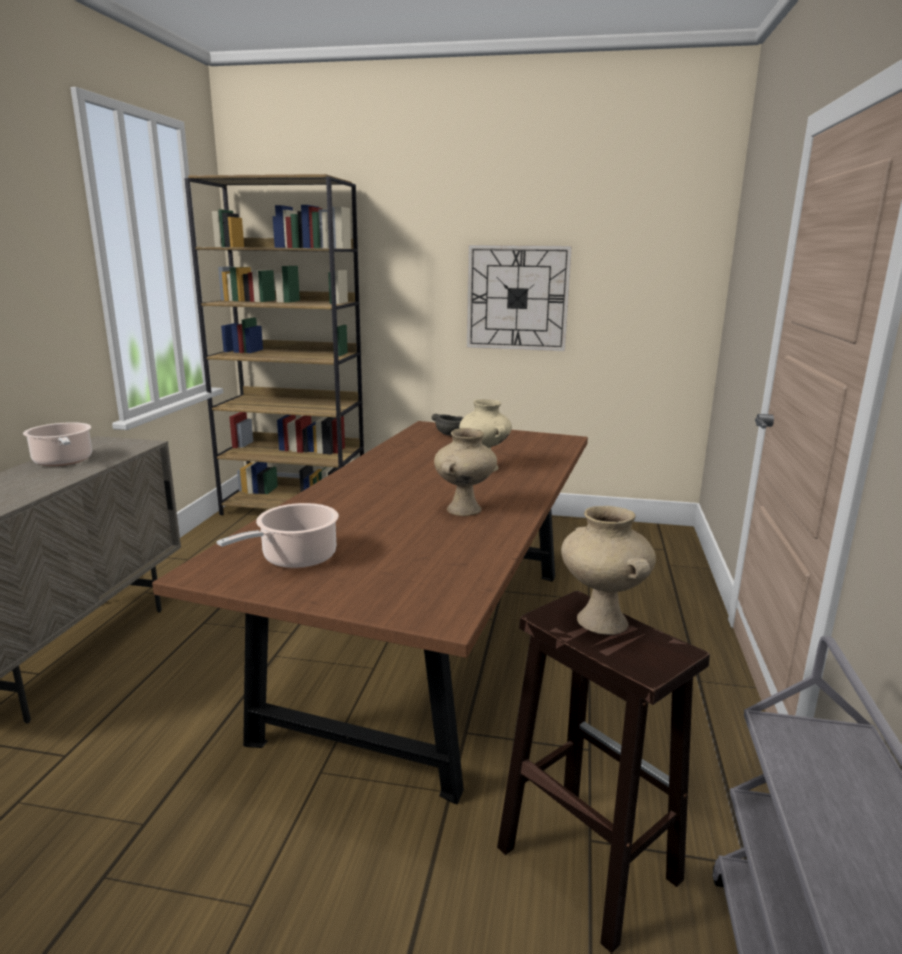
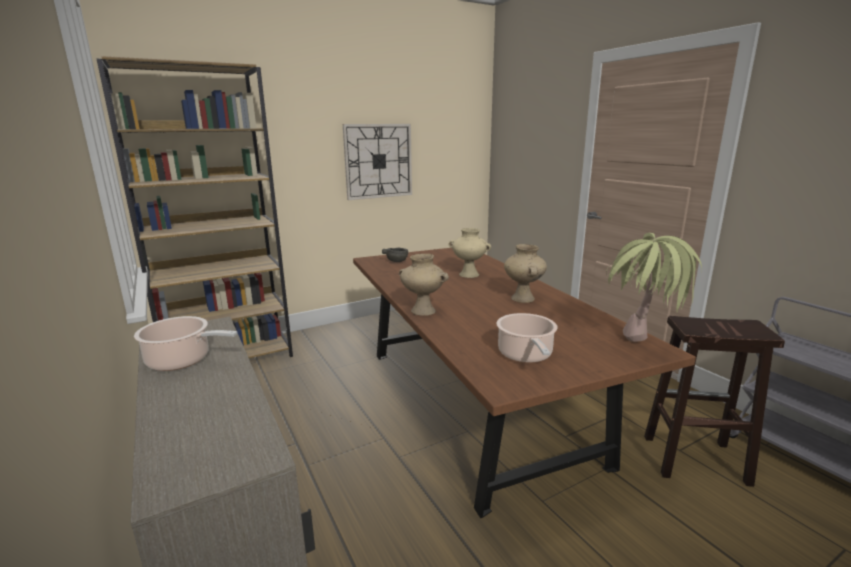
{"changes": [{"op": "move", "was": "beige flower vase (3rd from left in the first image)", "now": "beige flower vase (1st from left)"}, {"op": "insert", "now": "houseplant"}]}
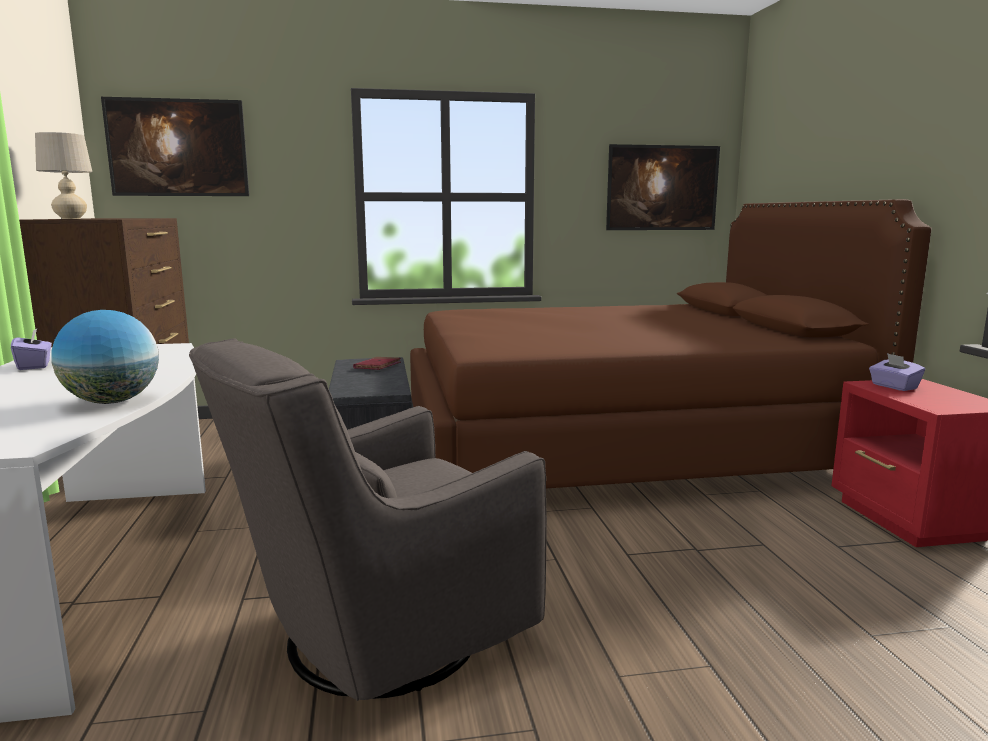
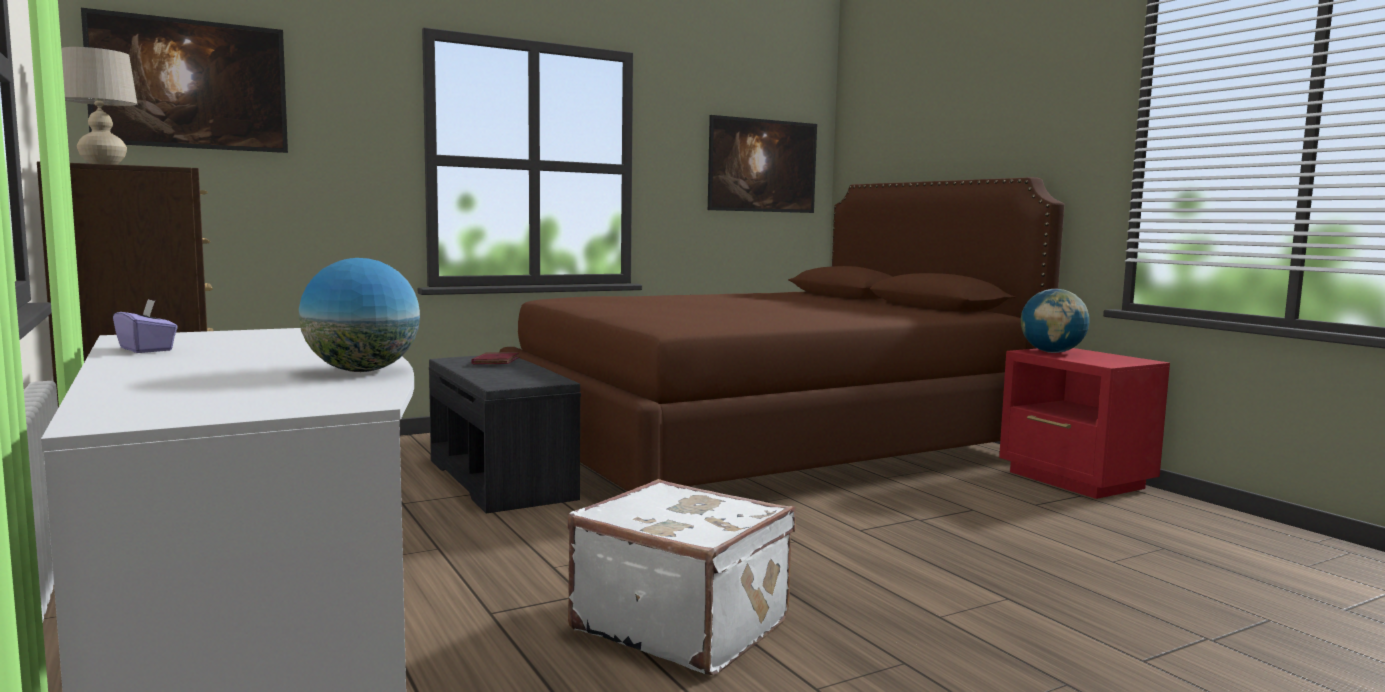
{"changes": [{"op": "replace", "was": "gray lounge chair", "now": "whitish suitcase"}, {"op": "replace", "was": "purple tissue box (2nd from left)", "now": "world globe (2nd from left)"}]}
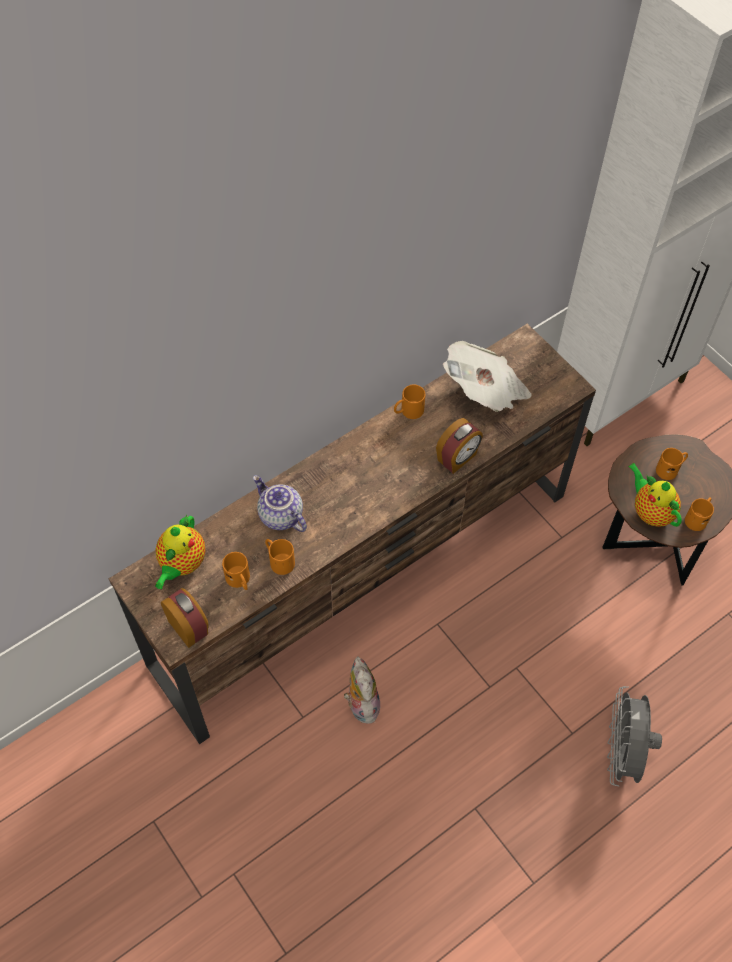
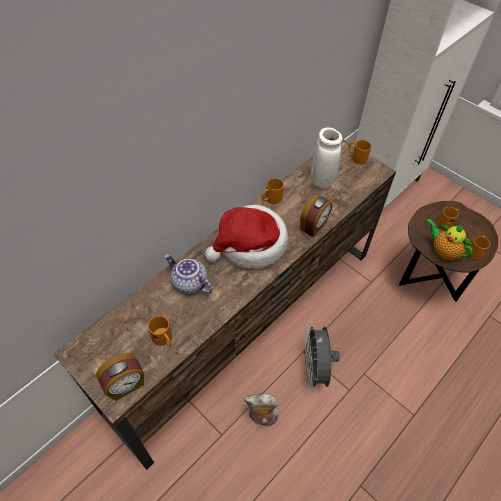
{"changes": [{"op": "rotate", "was": "alarm clock (1st from left)", "clockwise": 105}, {"op": "insert", "now": "clothing hat"}, {"op": "rotate", "was": "cuddly toy", "clockwise": -60}, {"op": "move", "was": "gray cooling fan"}, {"op": "replace", "was": "newspaper", "now": "whitish flower vase"}, {"op": "move", "was": "orangey coffee mug (2nd from left in the first image)", "now": "orangey coffee mug (3rd from left)"}, {"op": "delete", "was": "teapot (1st from left)"}]}
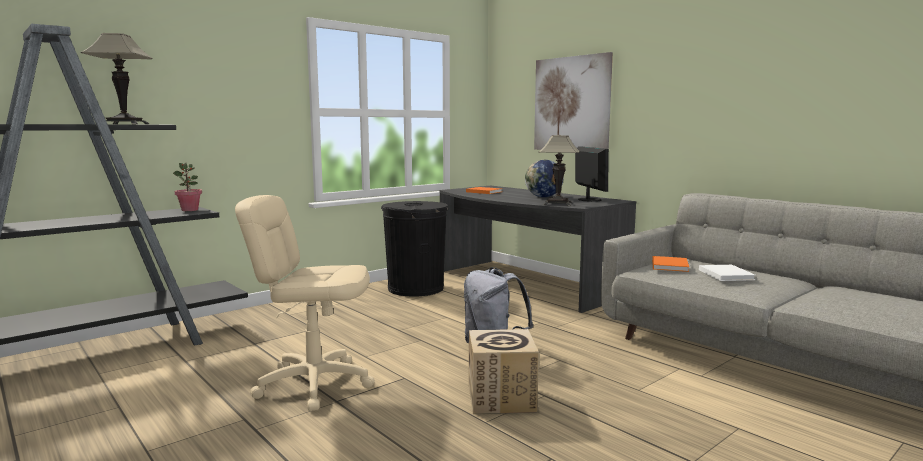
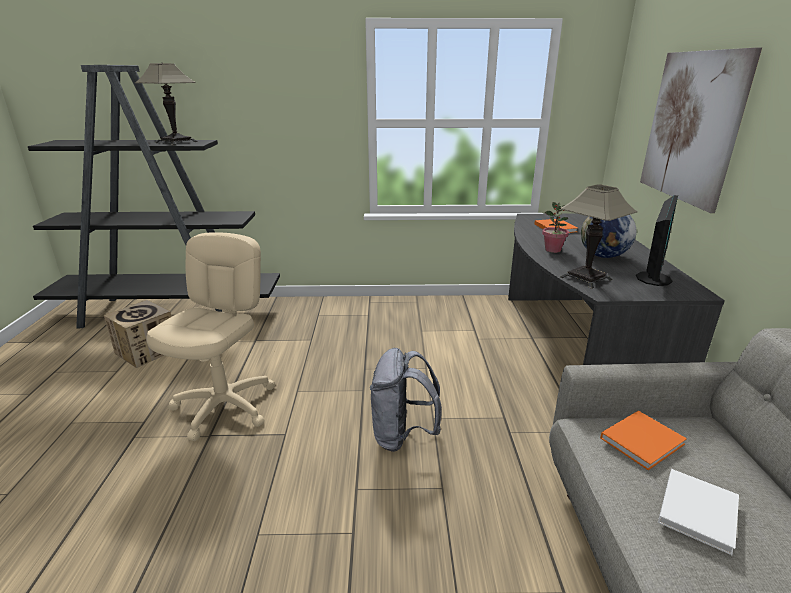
{"changes": [{"op": "move", "was": "cardboard box"}, {"op": "rotate", "was": "beige computer chair", "clockwise": 60}, {"op": "move", "was": "houseplant"}, {"op": "delete", "was": "black trash can"}]}
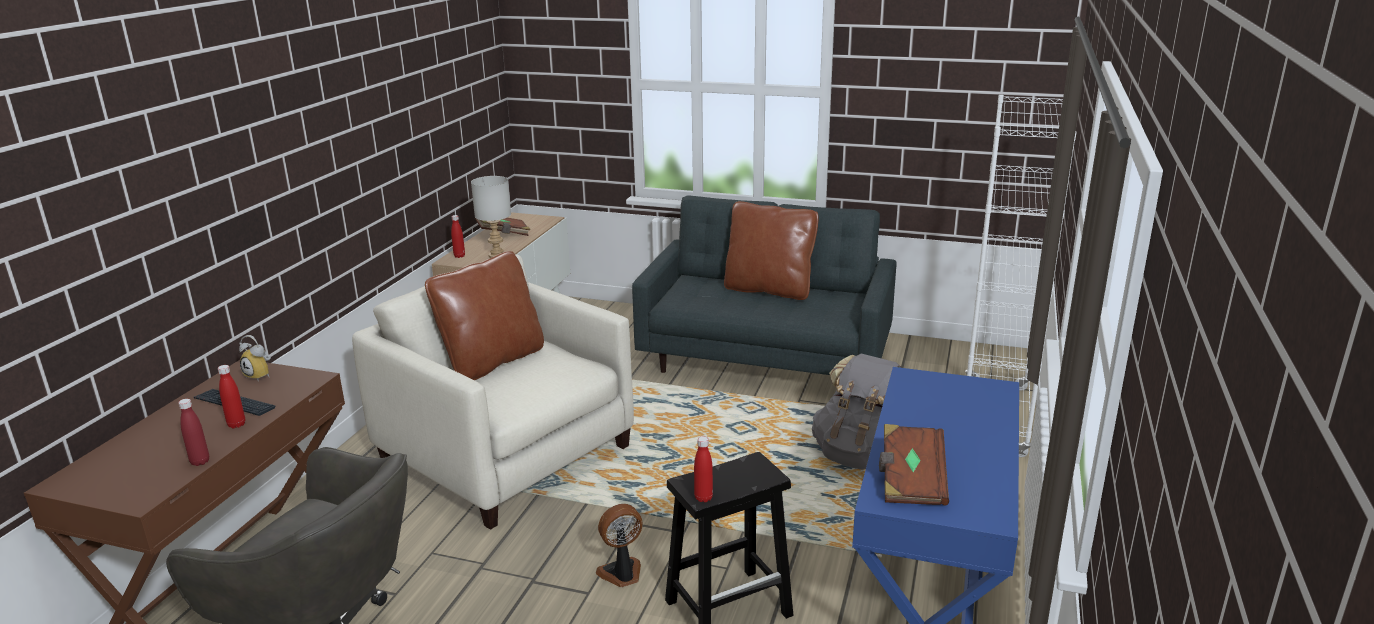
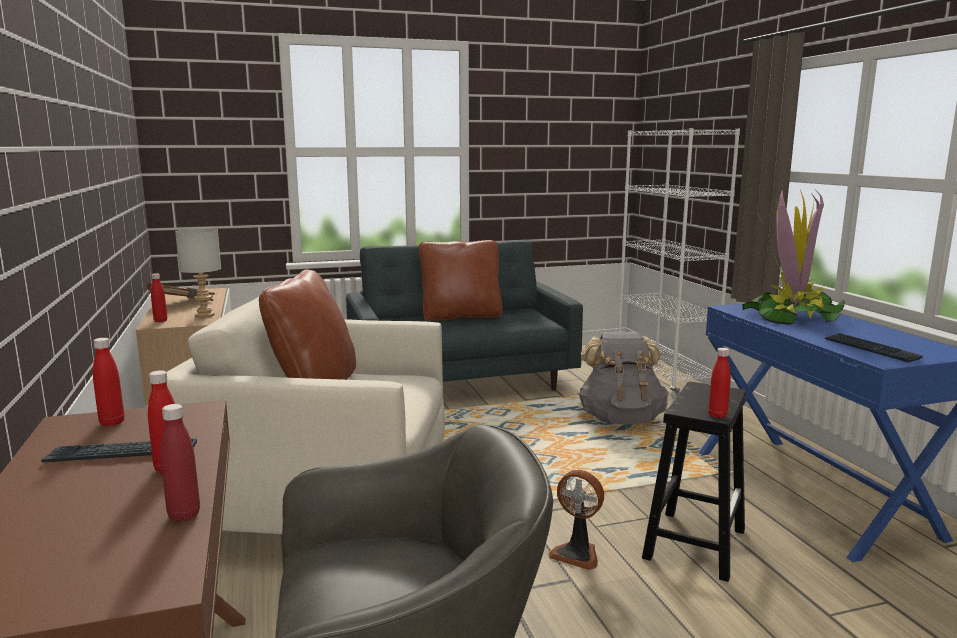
{"changes": [{"op": "replace", "was": "alarm clock", "now": "red-coloured drink bottle (1st from left)"}, {"op": "rotate", "was": "cooling fan", "clockwise": -90}, {"op": "insert", "now": "houseplant"}, {"op": "replace", "was": "brownish volume (2nd from left)", "now": "computer keyboard (2nd from left)"}]}
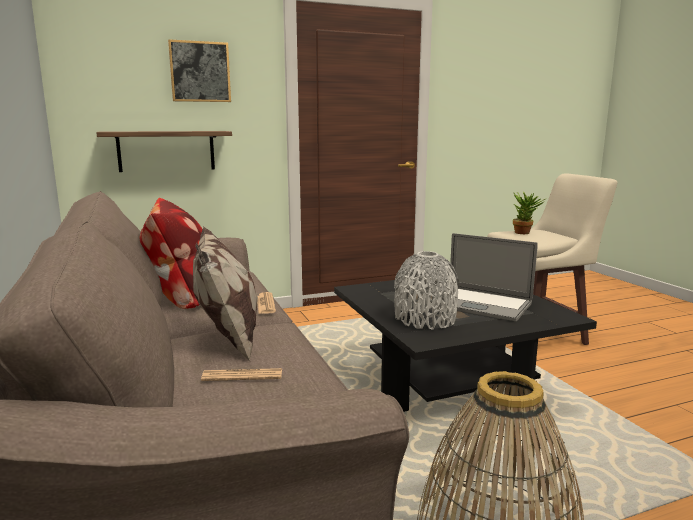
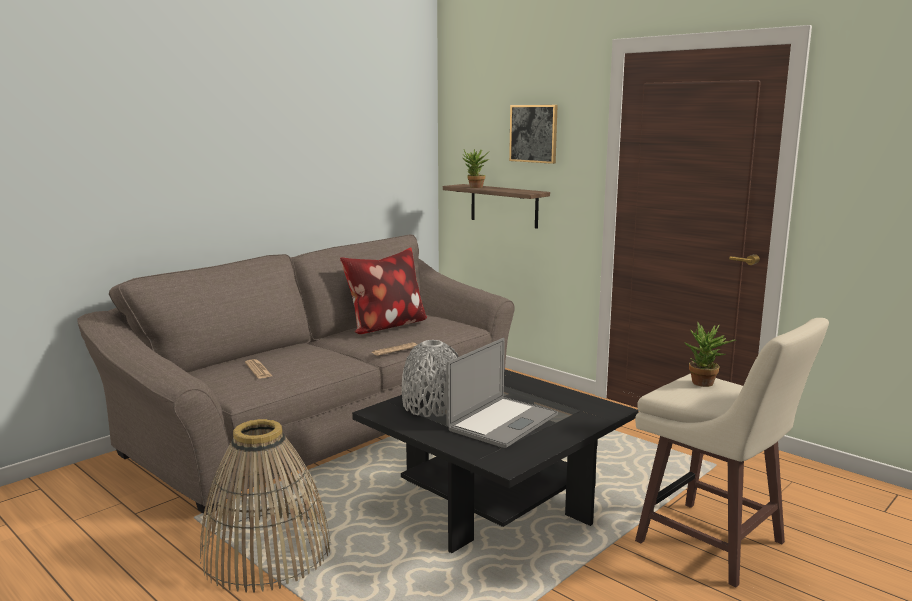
{"changes": [{"op": "rotate", "was": "laptop", "clockwise": -150}, {"op": "insert", "now": "houseplant (1st from left)"}, {"op": "delete", "was": "pillow (2nd from left)"}]}
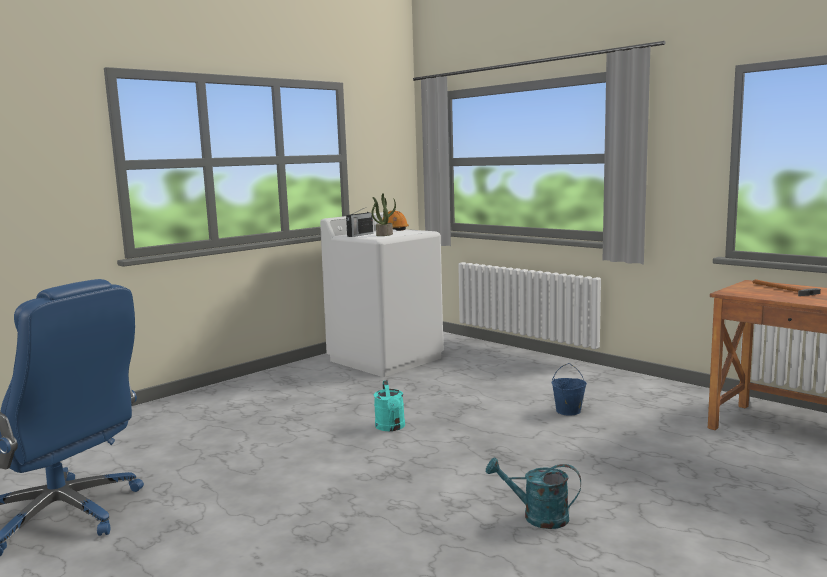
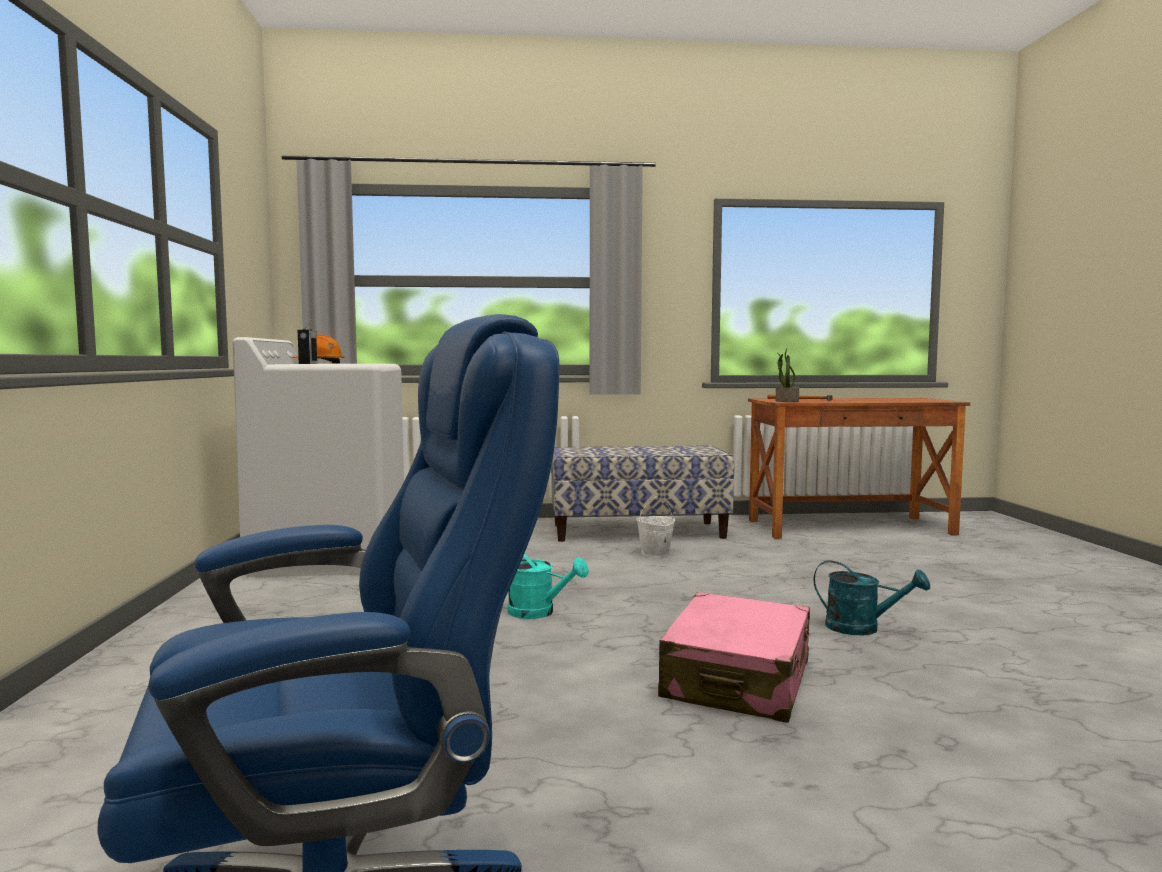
{"changes": [{"op": "insert", "now": "indoor bench"}, {"op": "recolor", "was": "blue-coloured bucket", "now": "whitish bucket"}, {"op": "insert", "now": "pink-coloured suitcase"}, {"op": "move", "was": "houseplant"}, {"op": "rotate", "was": "turquoise watering can (2nd from left)", "clockwise": -120}]}
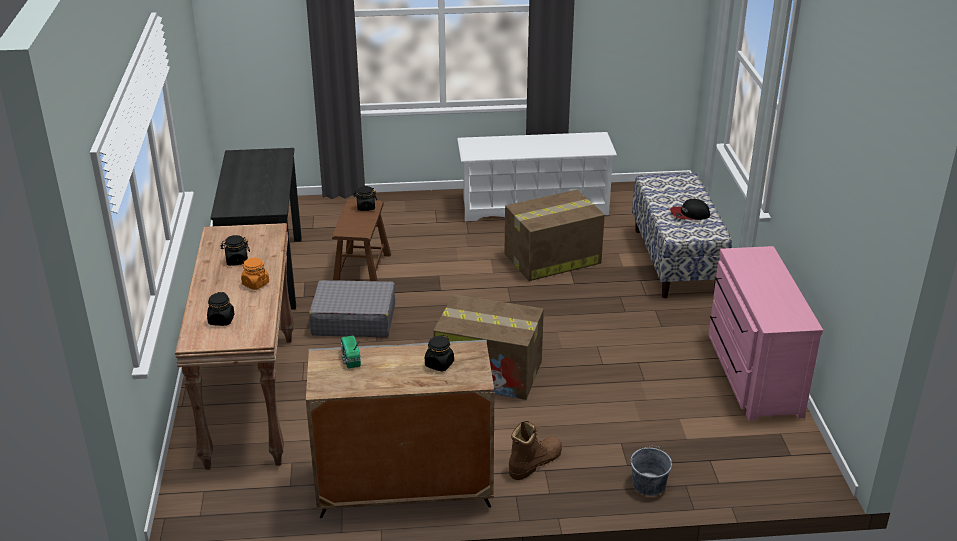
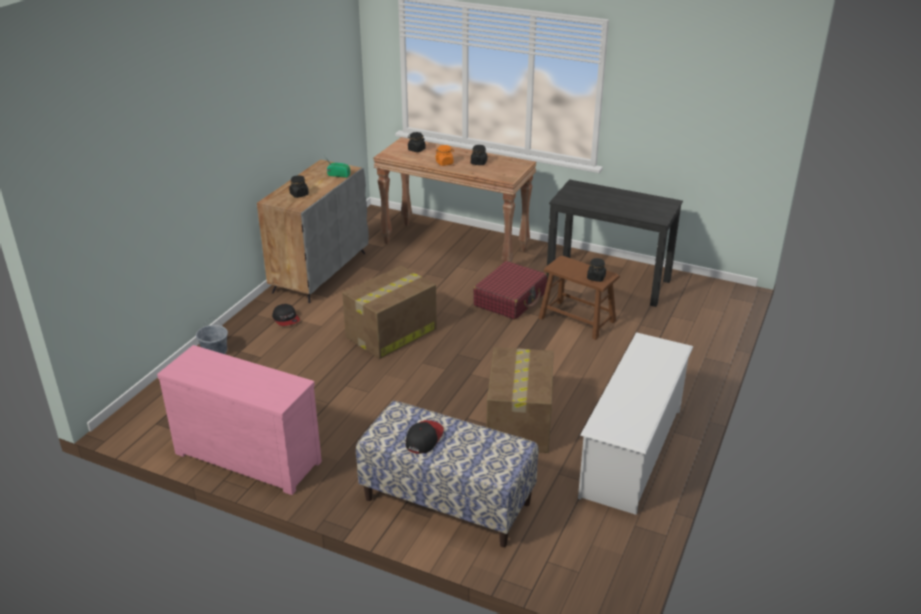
{"changes": [{"op": "replace", "was": "brownish high-top boot", "now": "cap (1st from left)"}, {"op": "recolor", "was": "gray suitcase", "now": "red-coloured suitcase"}]}
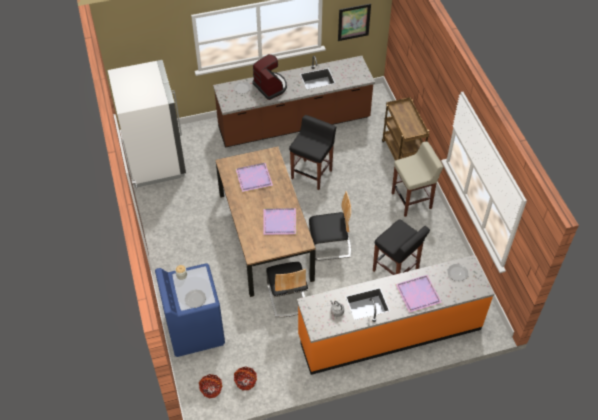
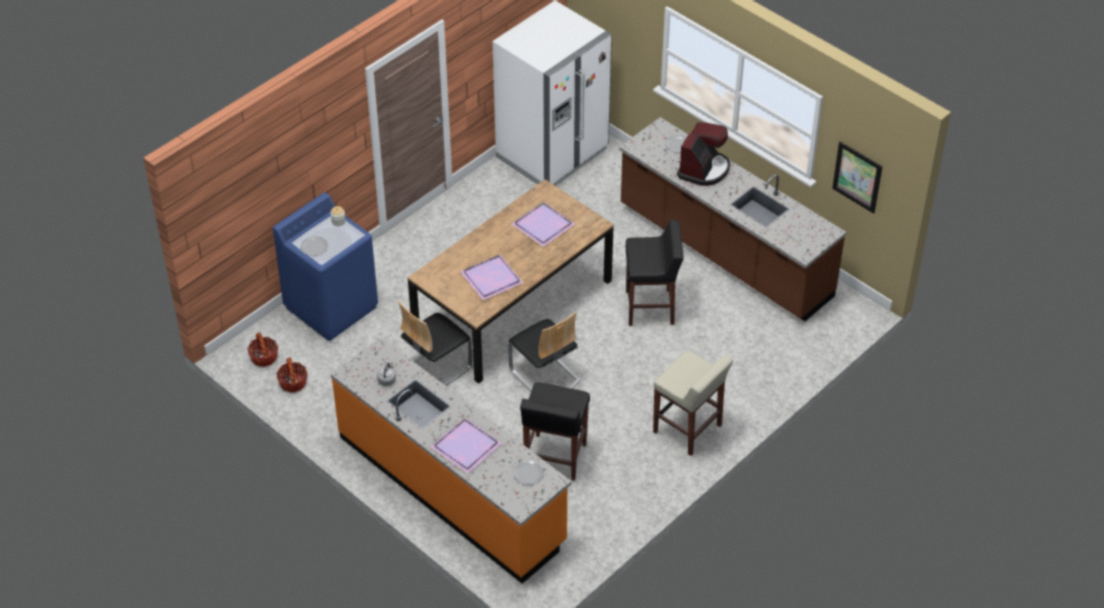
{"changes": [{"op": "delete", "was": "brownish wheeled cart"}]}
